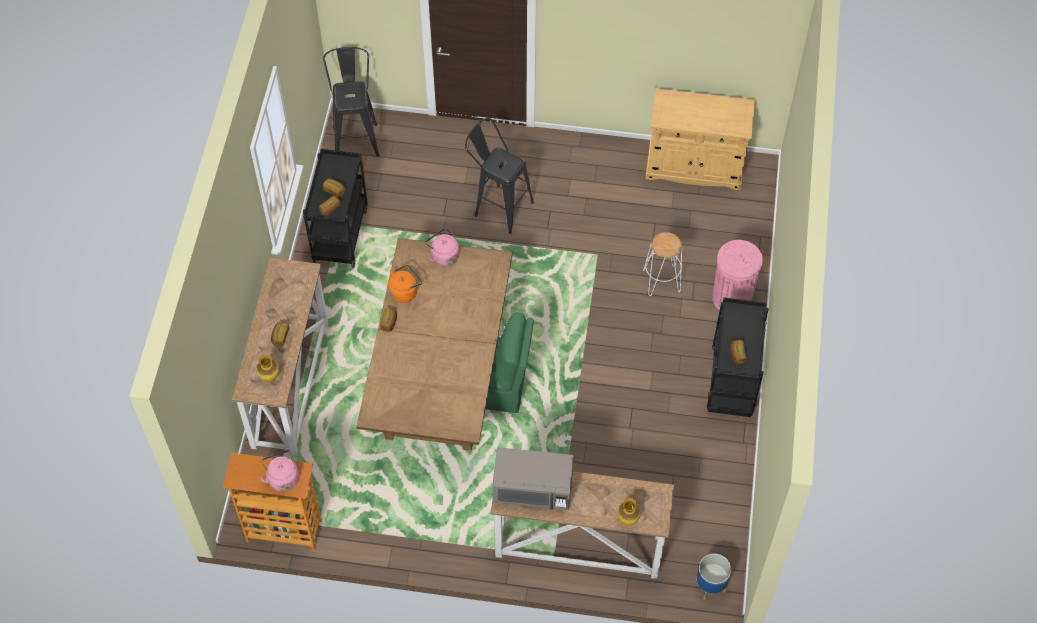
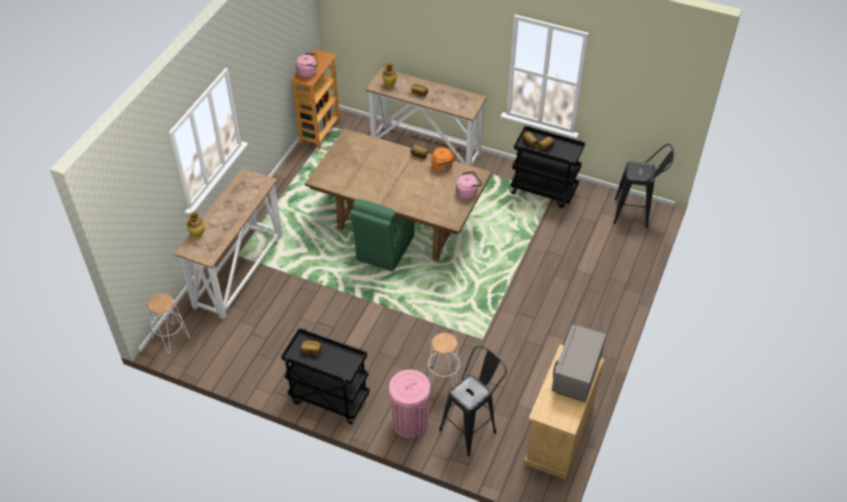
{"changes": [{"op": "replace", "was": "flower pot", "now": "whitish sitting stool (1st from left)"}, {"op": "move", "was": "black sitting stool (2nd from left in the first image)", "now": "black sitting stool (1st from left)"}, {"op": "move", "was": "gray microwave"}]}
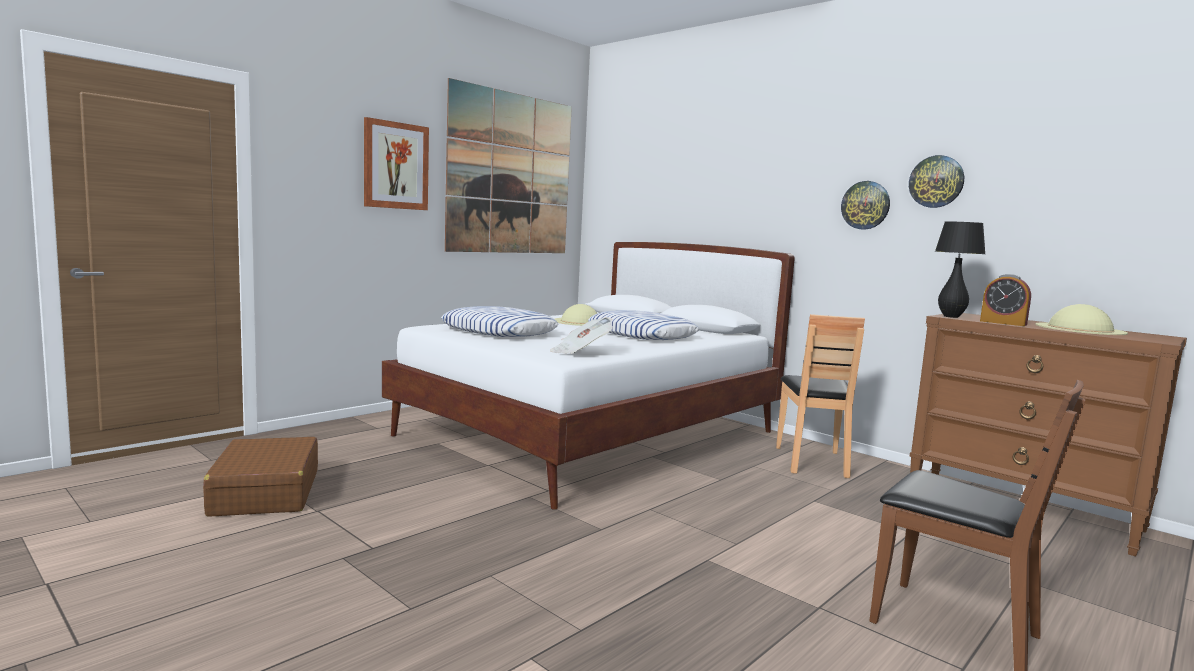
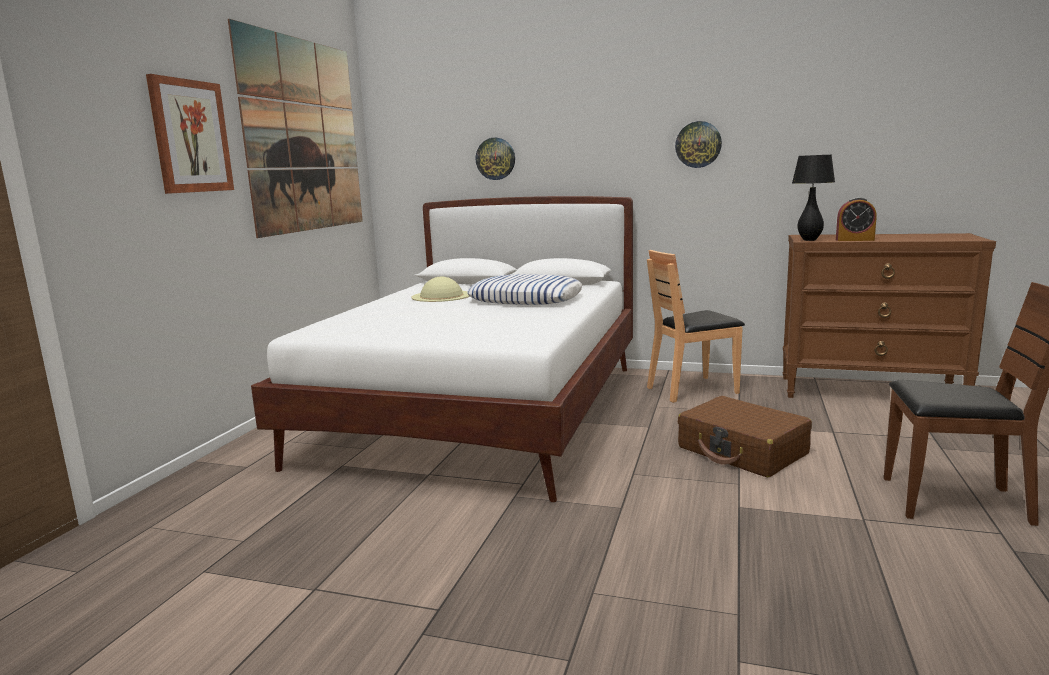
{"changes": [{"op": "move", "was": "wall clock (2nd from left in the first image)", "now": "wall clock (1st from left)"}, {"op": "rotate", "was": "brownish upright chair (1st from left)", "clockwise": 90}, {"op": "move", "was": "brownish suitcase"}, {"op": "delete", "was": "pillow (1st from left)"}, {"op": "delete", "was": "newspaper"}, {"op": "delete", "was": "beige clothing hat (2nd from left)"}]}
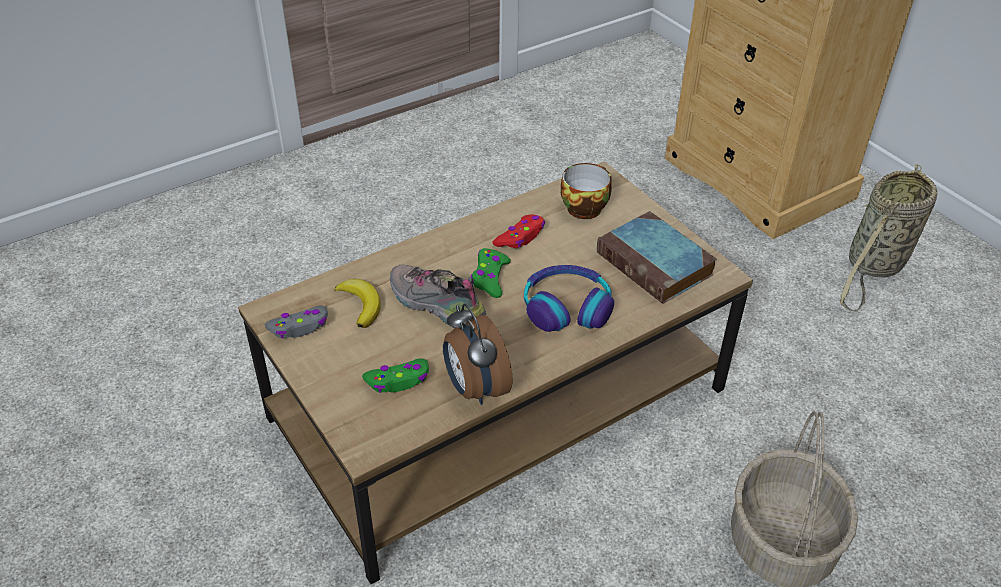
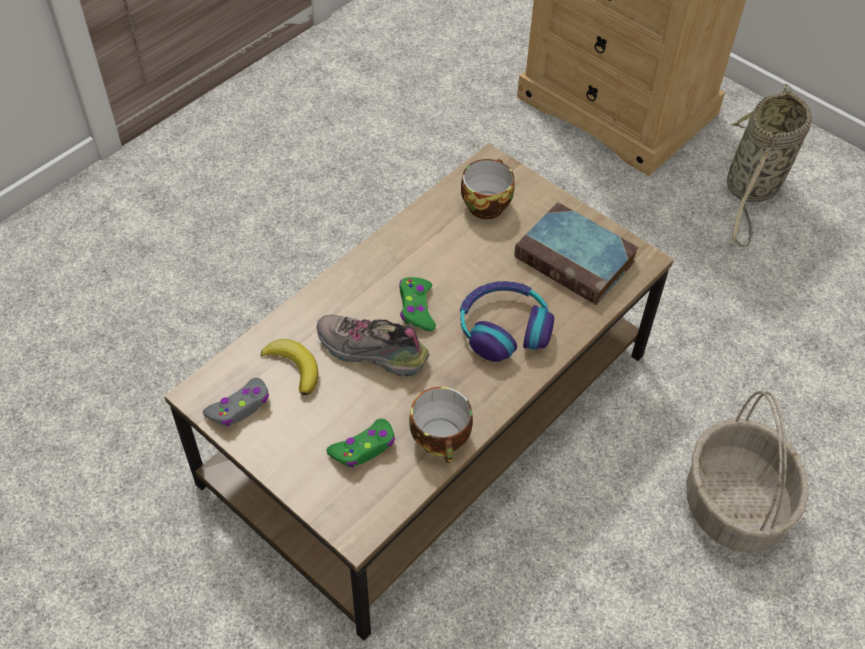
{"changes": [{"op": "replace", "was": "alarm clock", "now": "small cup (1st from left)"}, {"op": "delete", "was": "red-coloured gamepad"}]}
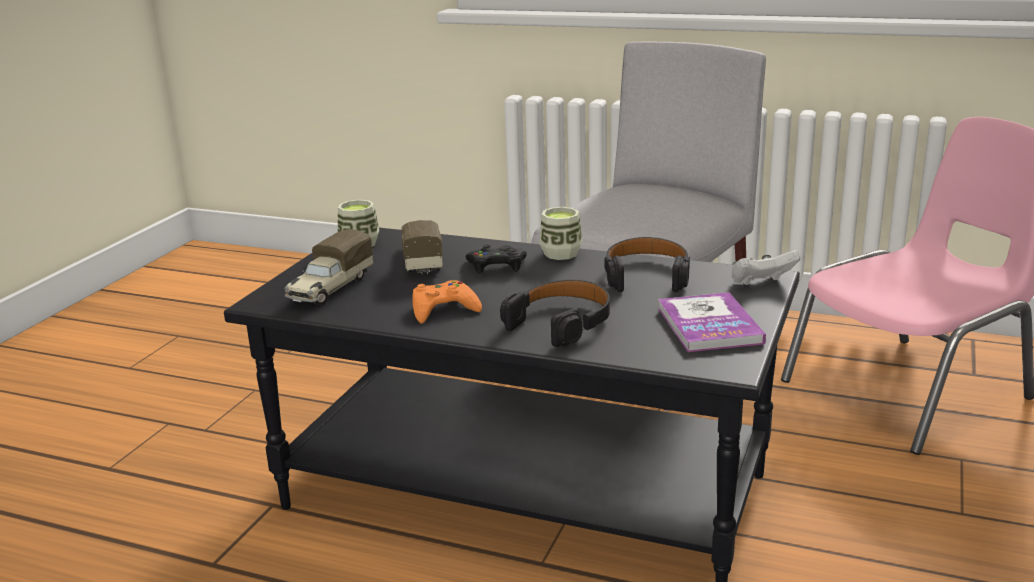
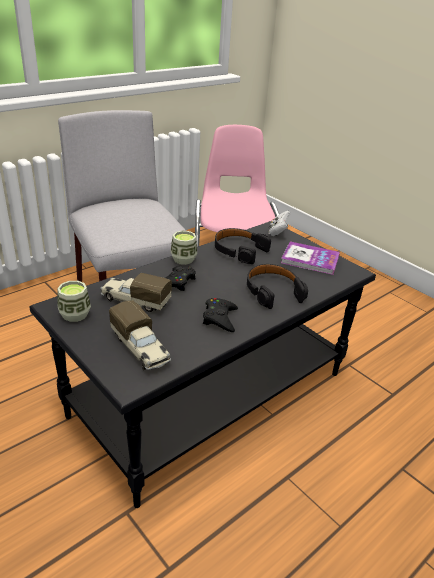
{"changes": [{"op": "recolor", "was": "orangey gamepad", "now": "black gamepad (2nd from left)"}]}
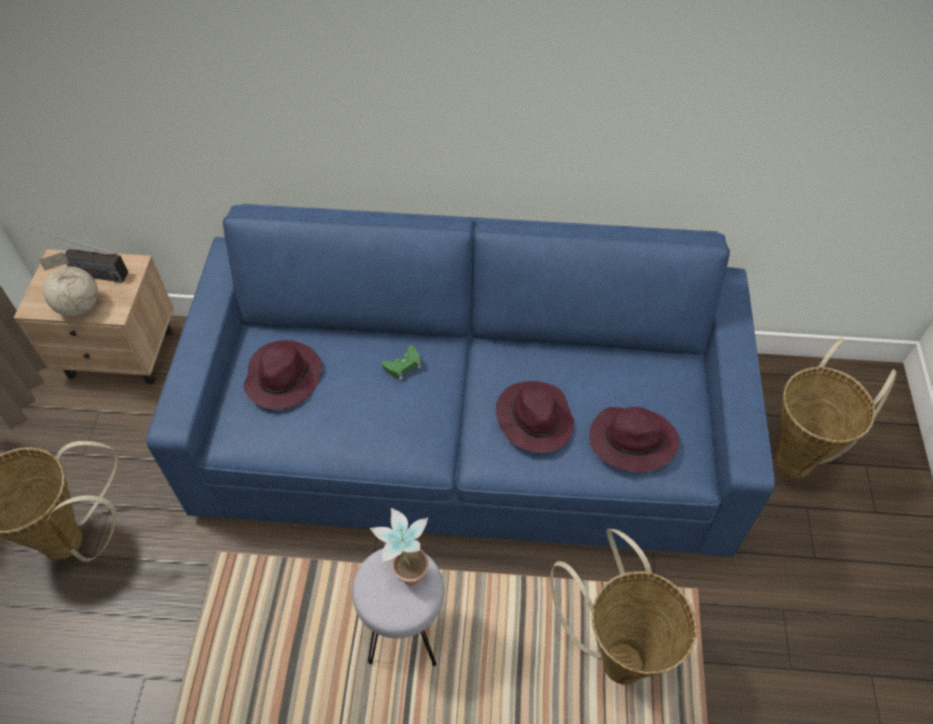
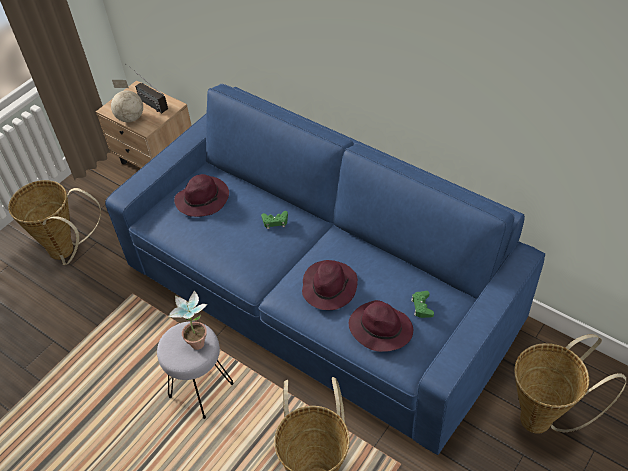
{"changes": [{"op": "insert", "now": "green-coloured gamepad (2nd from left)"}]}
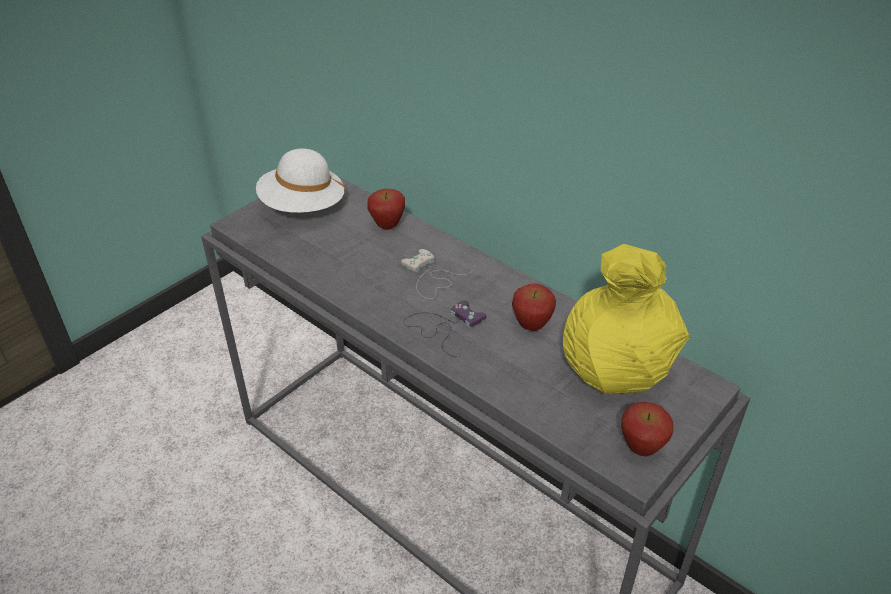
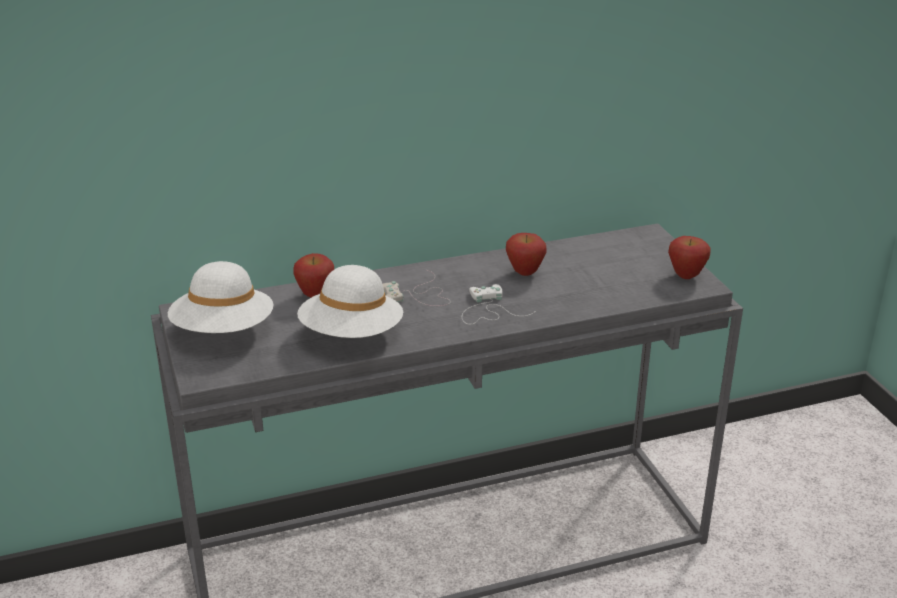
{"changes": [{"op": "insert", "now": "whitish clothing hat (2nd from left)"}, {"op": "recolor", "was": "purple gamepad", "now": "whitish gamepad (2nd from left)"}, {"op": "delete", "was": "yellowish flower vase"}]}
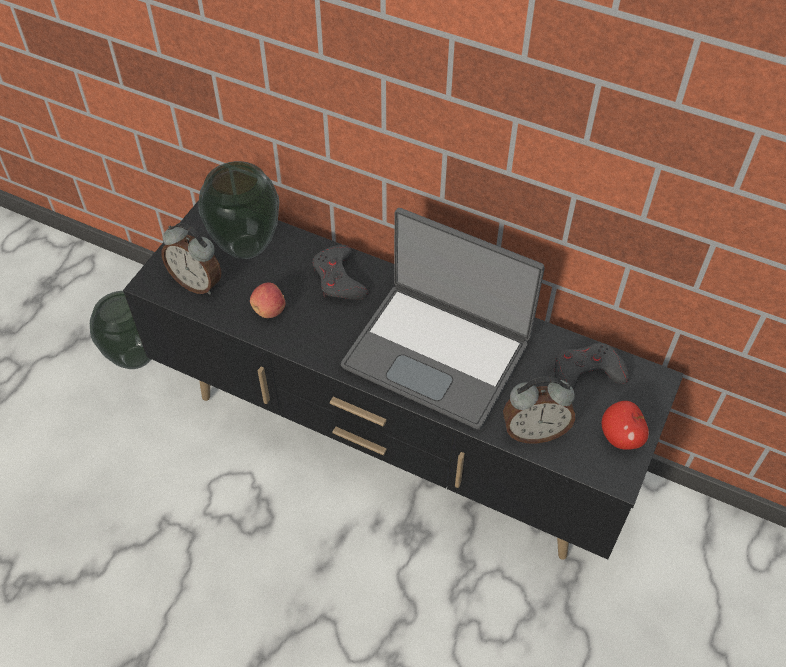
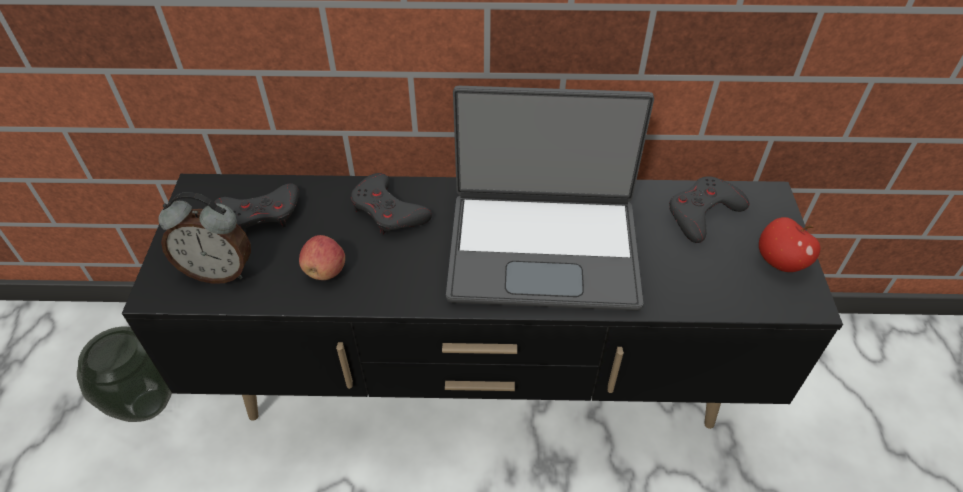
{"changes": [{"op": "replace", "was": "flower vase (2nd from left)", "now": "gray gamepad (1st from left)"}, {"op": "delete", "was": "alarm clock (2nd from left)"}]}
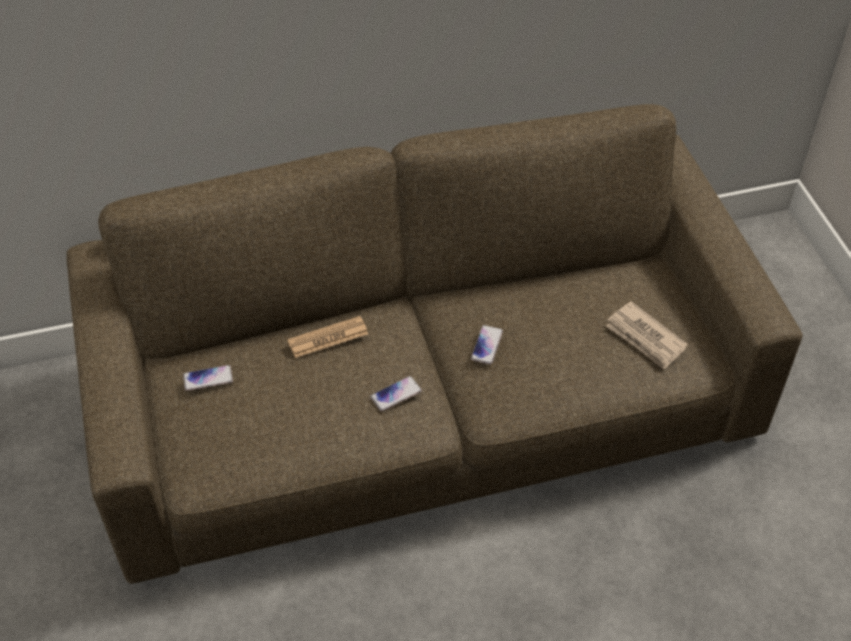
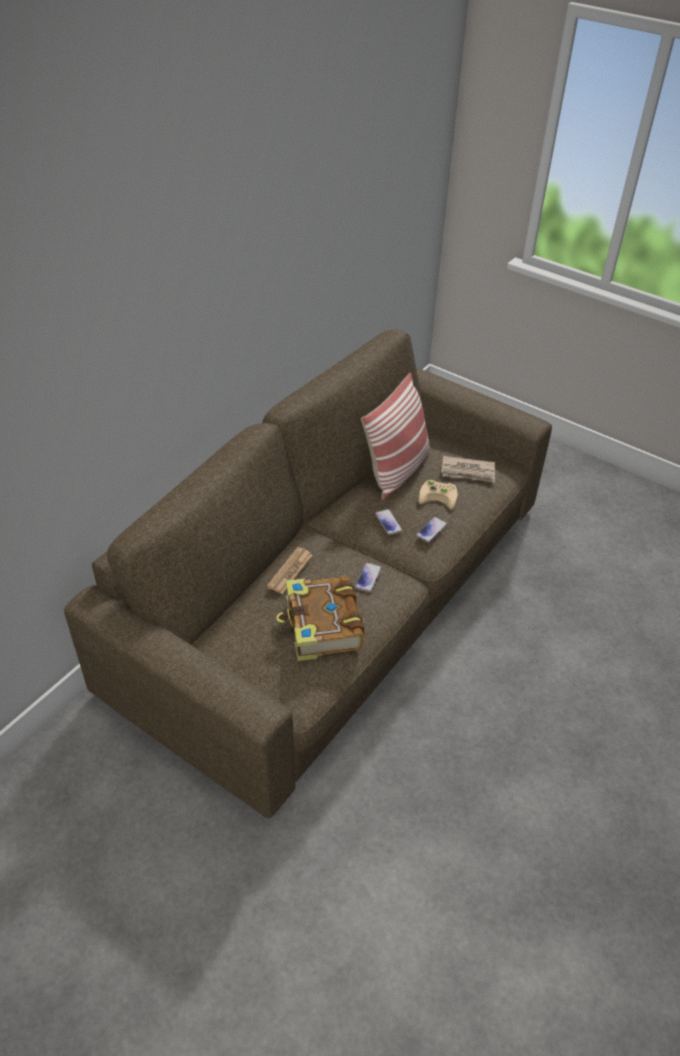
{"changes": [{"op": "insert", "now": "volume"}, {"op": "insert", "now": "pillow"}, {"op": "move", "was": "telephone (1st from left in the first image)", "now": "telephone (3rd from left)"}, {"op": "insert", "now": "beige gamepad"}]}
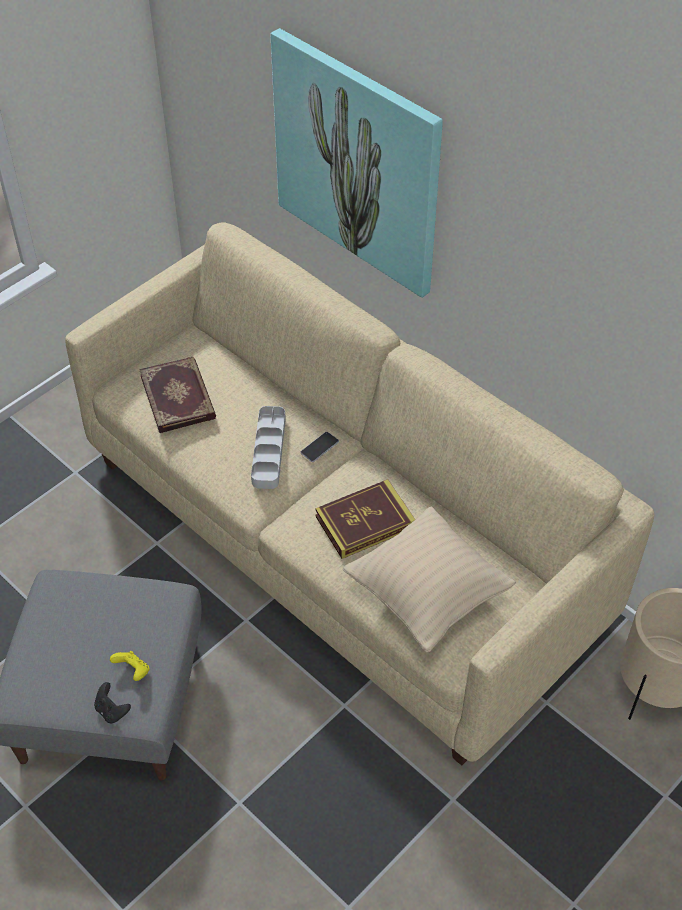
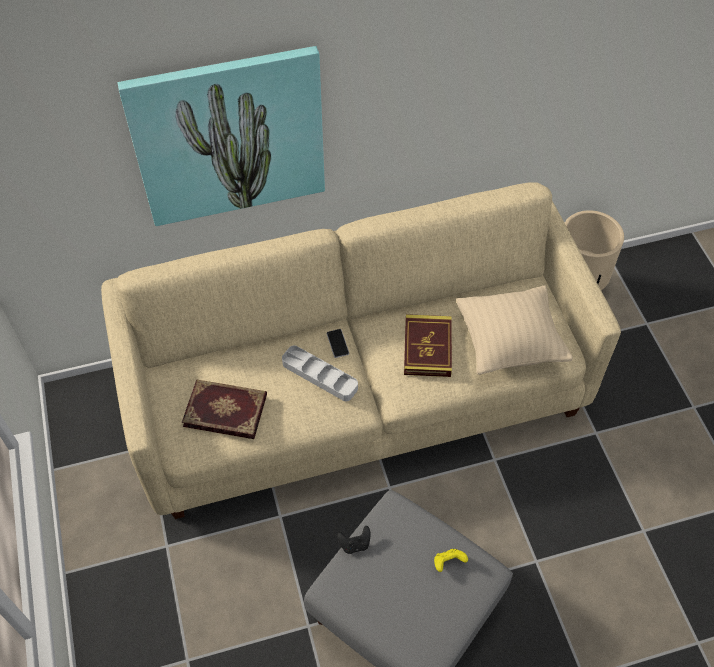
{"changes": [{"op": "move", "was": "black gamepad"}]}
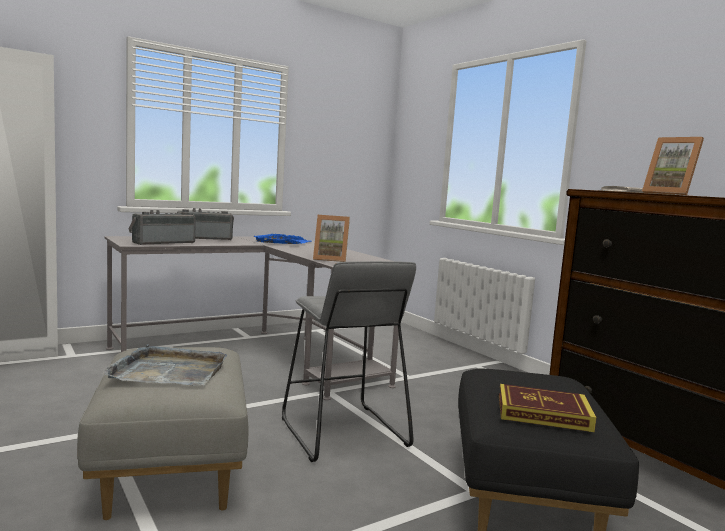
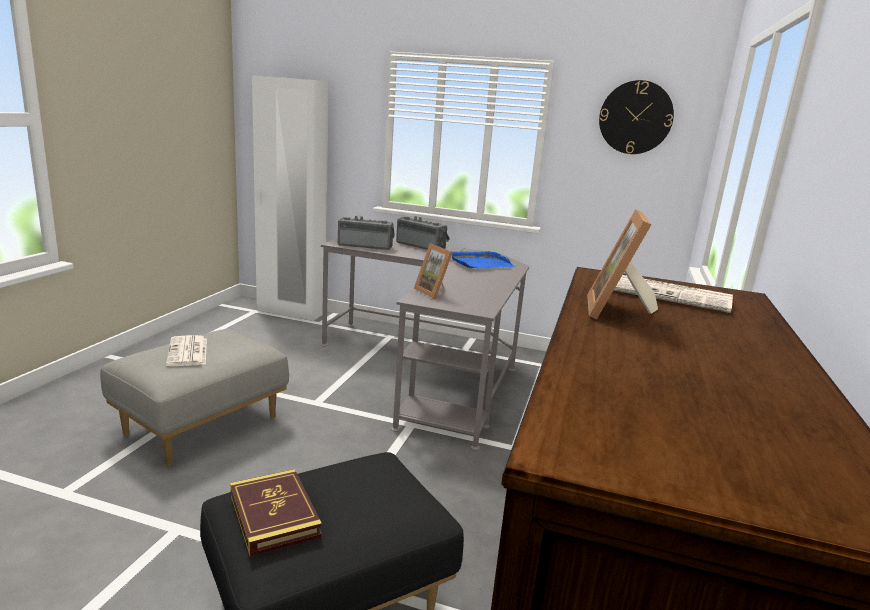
{"changes": [{"op": "replace", "was": "gray tray", "now": "newspaper (1st from left)"}, {"op": "insert", "now": "wall clock"}, {"op": "delete", "was": "gray sitting stool"}]}
